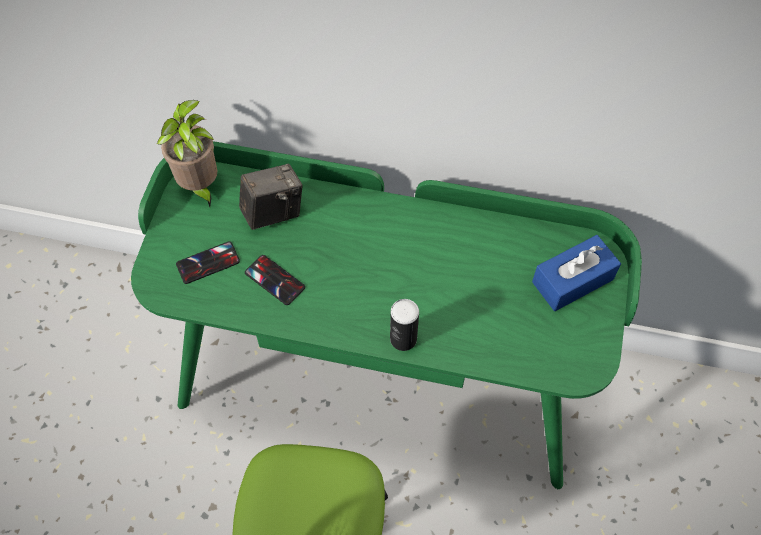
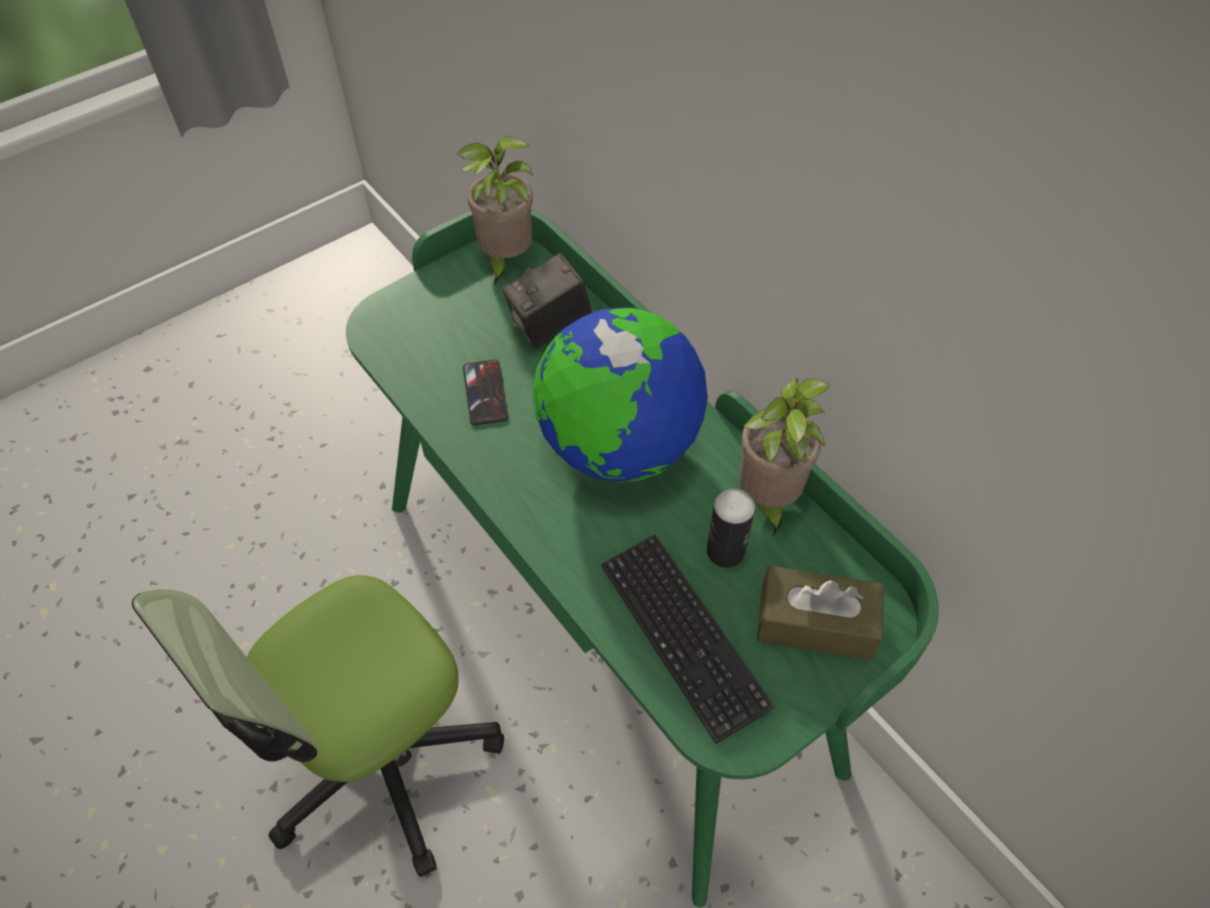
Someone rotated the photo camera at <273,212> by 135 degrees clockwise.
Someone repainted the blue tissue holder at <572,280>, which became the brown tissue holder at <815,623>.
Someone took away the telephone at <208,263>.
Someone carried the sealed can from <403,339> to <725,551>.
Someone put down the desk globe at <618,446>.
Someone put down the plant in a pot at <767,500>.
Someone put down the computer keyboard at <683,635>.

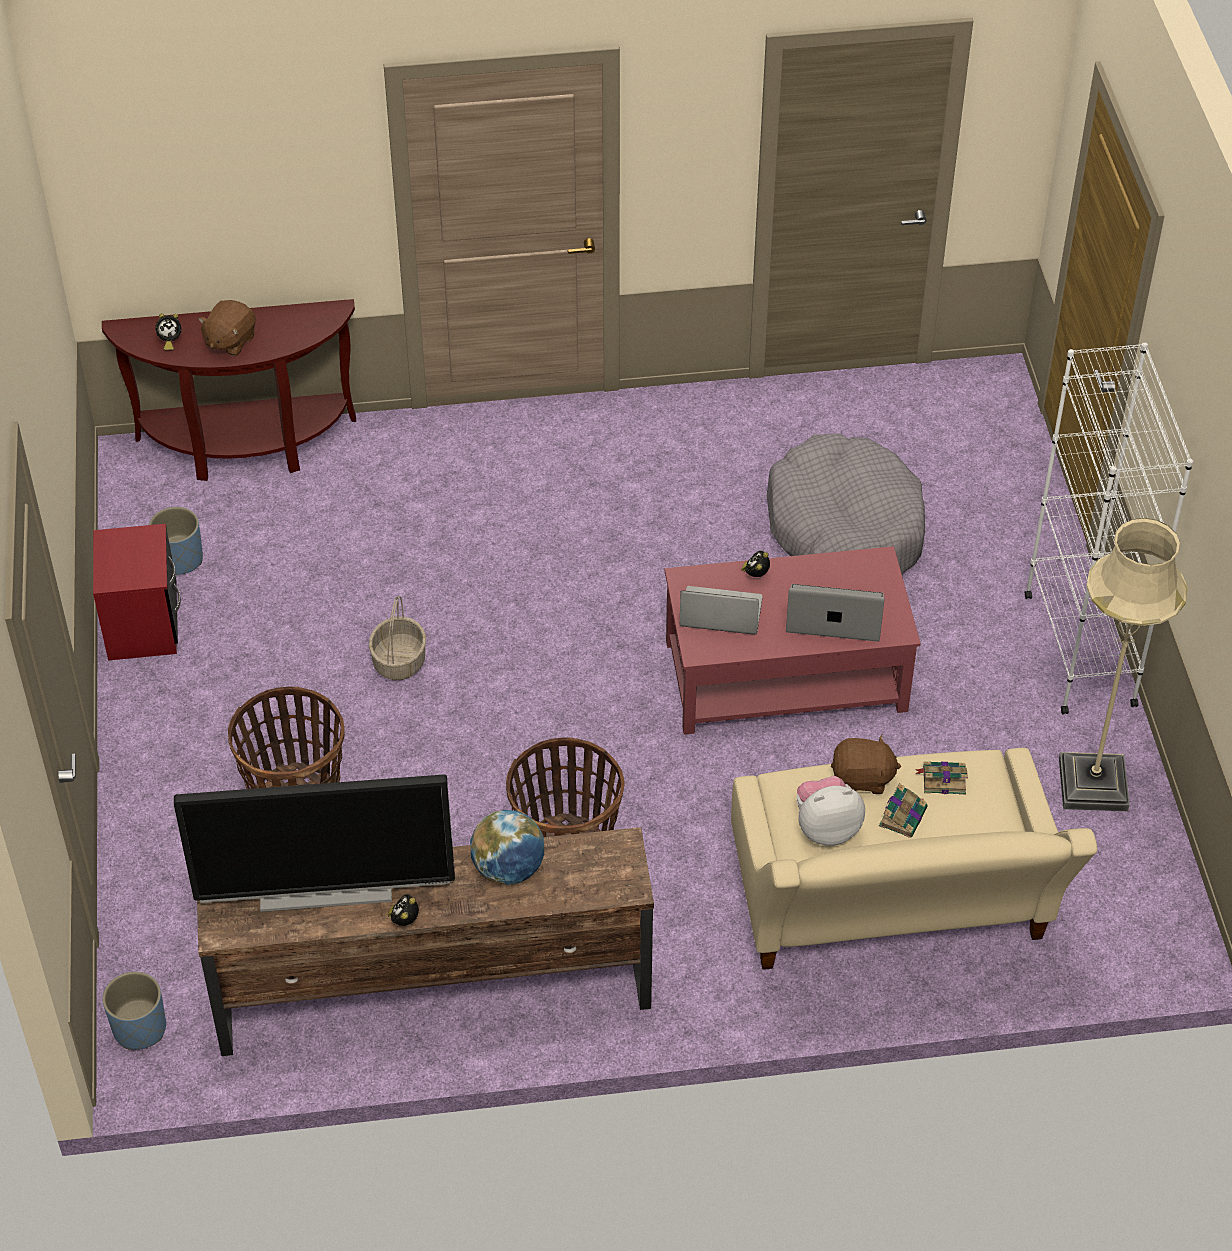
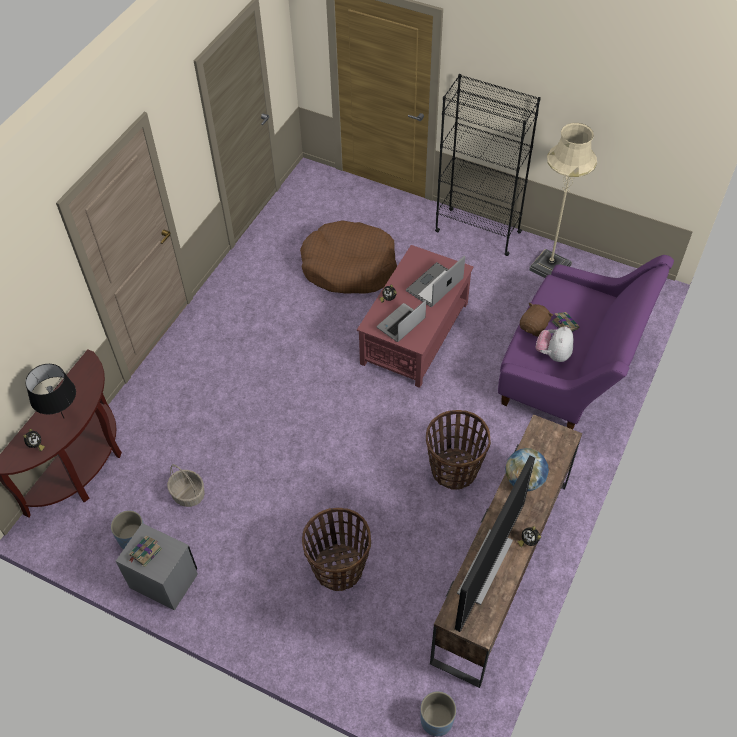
Someone swapped the brown cuddly toy at <230,341> for the black-coloured lamp for a table at <64,418>.
Someone repainted the whitish shelving unit at <1079,649>, which became the black-coloured shelving unit at <477,231>.
Someone repainted the greyish dog bed at <845,529>, which became the brown dog bed at <349,267>.
Someone repainted the red bedside table at <143,625>, which became the greyish bedside table at <164,580>.
Someone carried the household basket from <399,661> to <188,494>.
Someone repainted the sand-coloured sofa at <892,912>, which became the purplish sofa at <571,368>.
Someone carried the bound book from <942,780> to <145,552>.

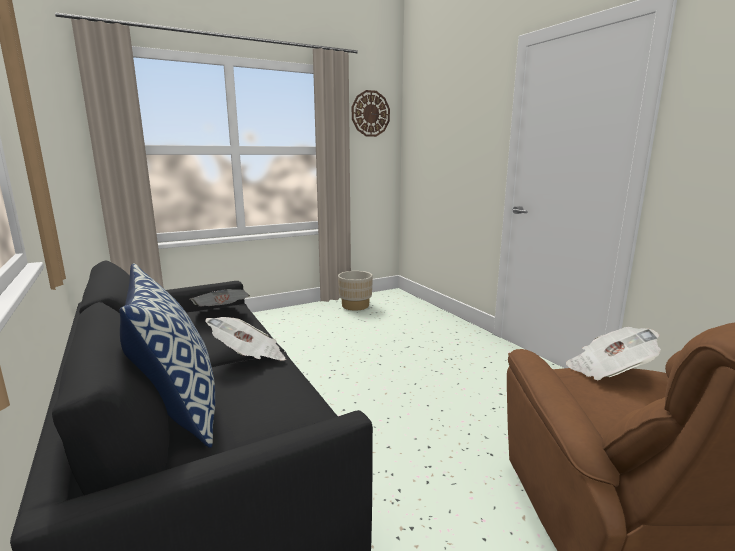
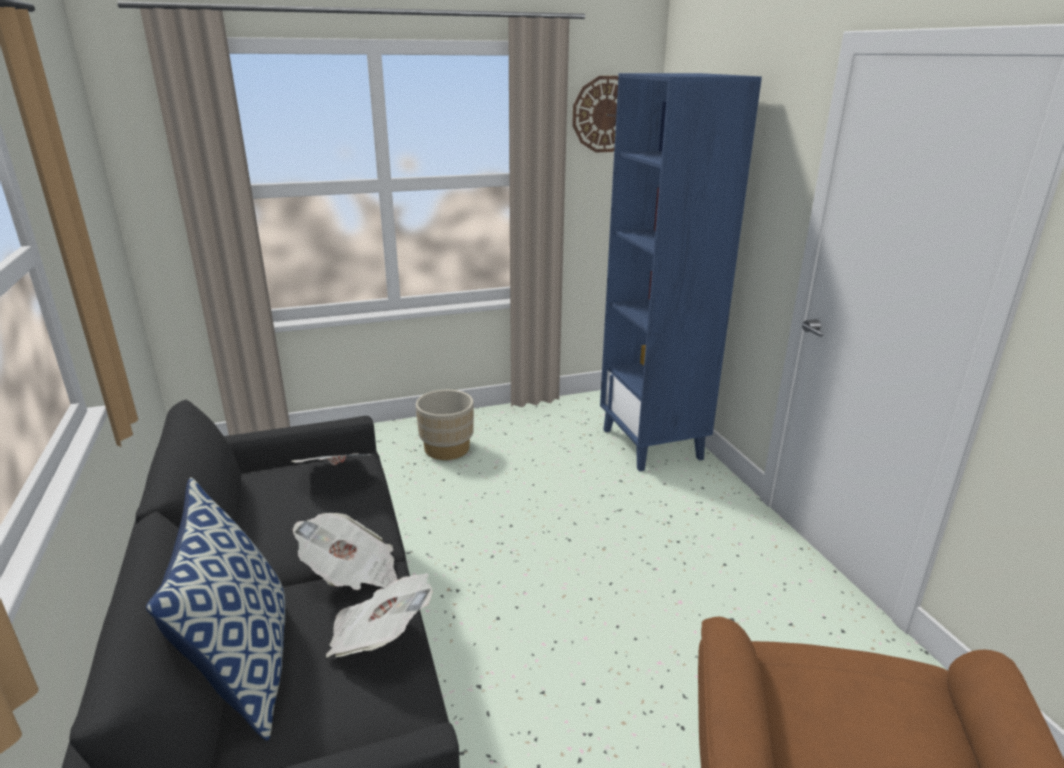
Someone carried the sand-coloured planter from <355,306> to <447,449>.
Someone carried the newspaper from <608,371> to <379,636>.
Someone put down the blue shelving unit at <653,444>.

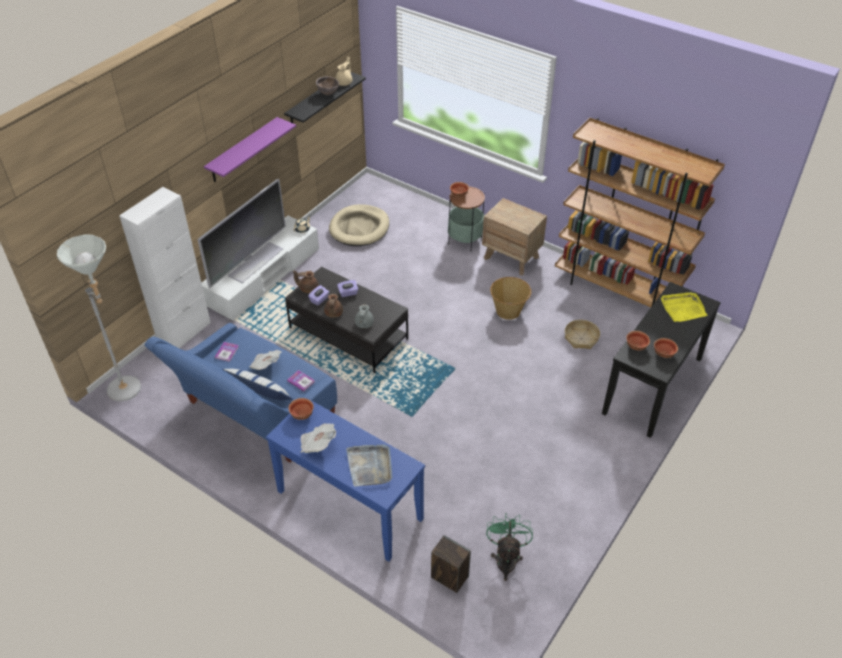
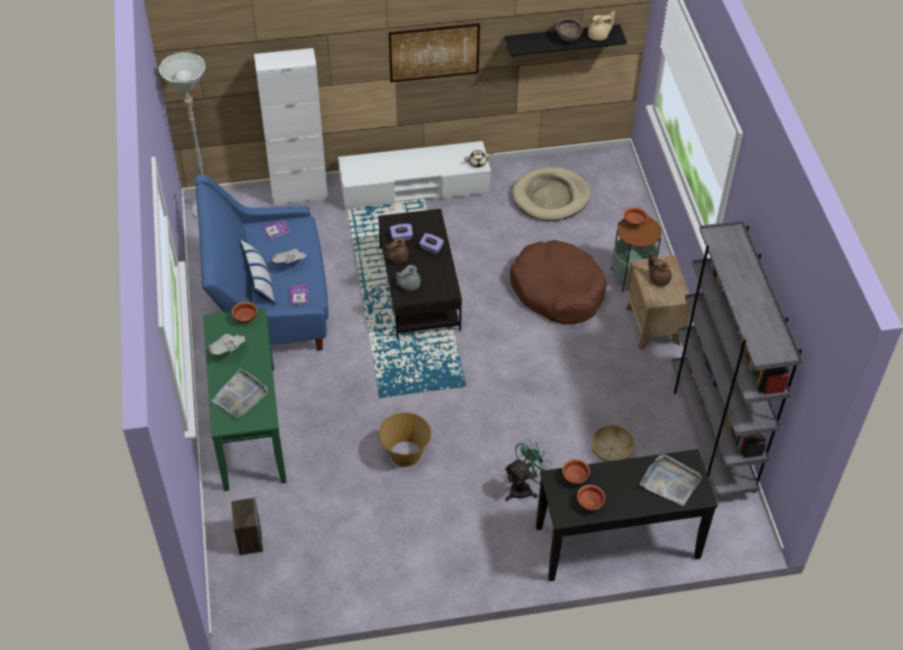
Someone swapped the purplish shelf at <243,150> for the picture at <434,52>.
Someone repainted the brown shelving unit at <617,291>, which became the greyish shelving unit at <711,434>.
Someone took away the TV set at <254,262>.
Someone carried the brown teapot from <308,288> to <658,279>.
Someone carried the household basket from <508,311> to <405,454>.
Someone repainted the yellowish serving tray at <682,308>, which became the greyish serving tray at <670,481>.
Someone repainted the blue hall table at <349,505>, which became the green-coloured hall table at <249,426>.
Someone carried the green-coloured electric fan from <506,559> to <524,488>.
Someone put down the brown dog bed at <557,291>.

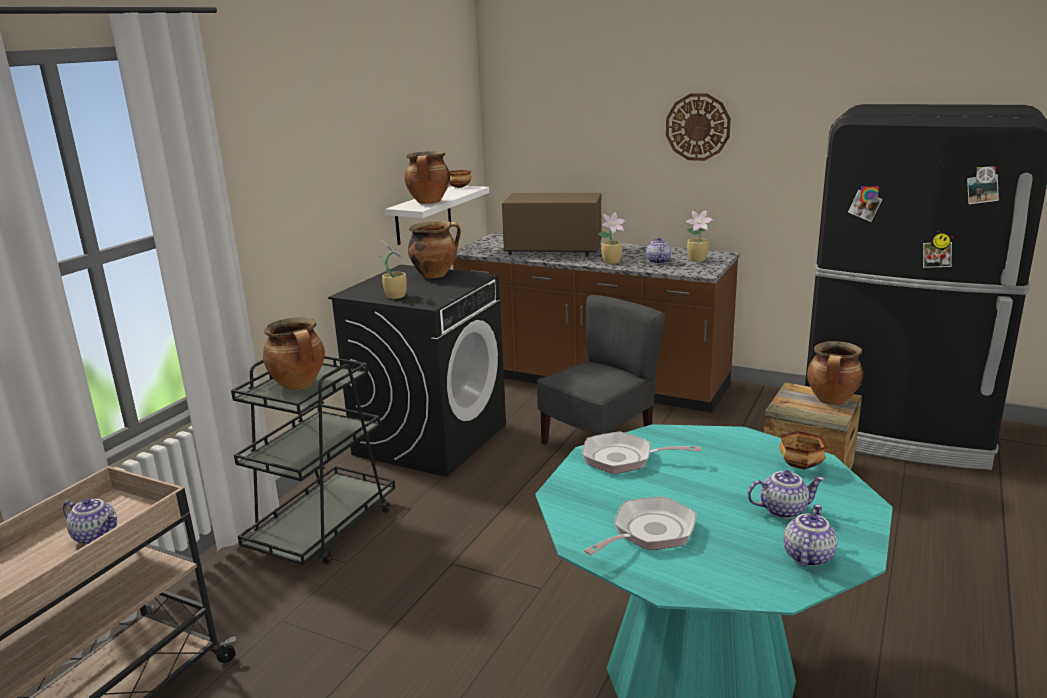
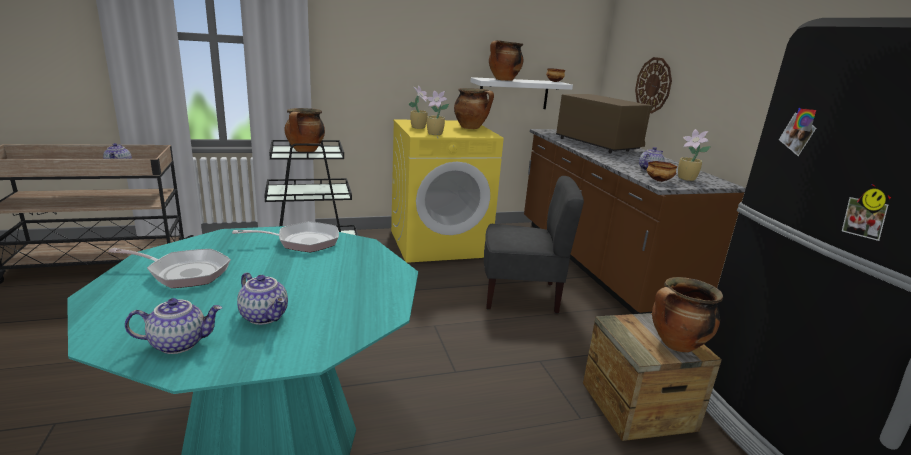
Someone carried the wall clock from <698,127> to <653,85>.
Someone carried the plant in a pot from <612,262> to <435,134>.
Someone repainted the black-coloured laundry machine at <431,438>, which became the yellowish laundry machine at <439,243>.
Someone rotated the skillet at <623,458> by 105 degrees clockwise.
Someone carried the deep dish from <801,466> to <659,180>.

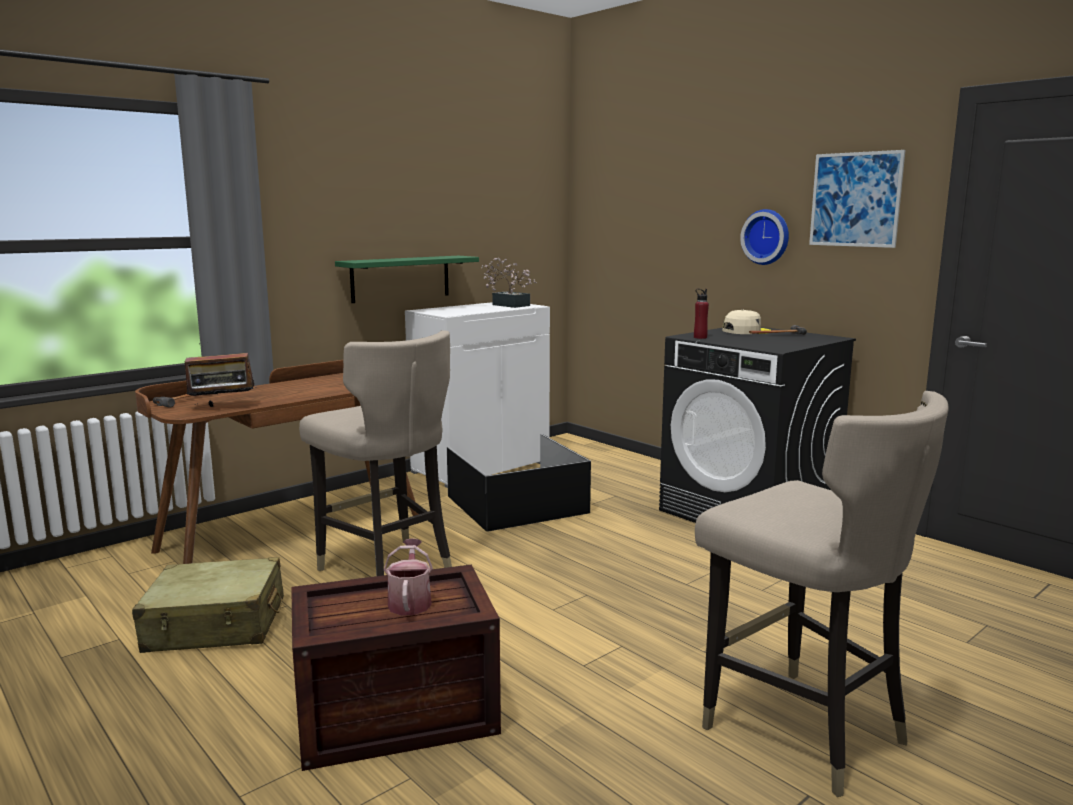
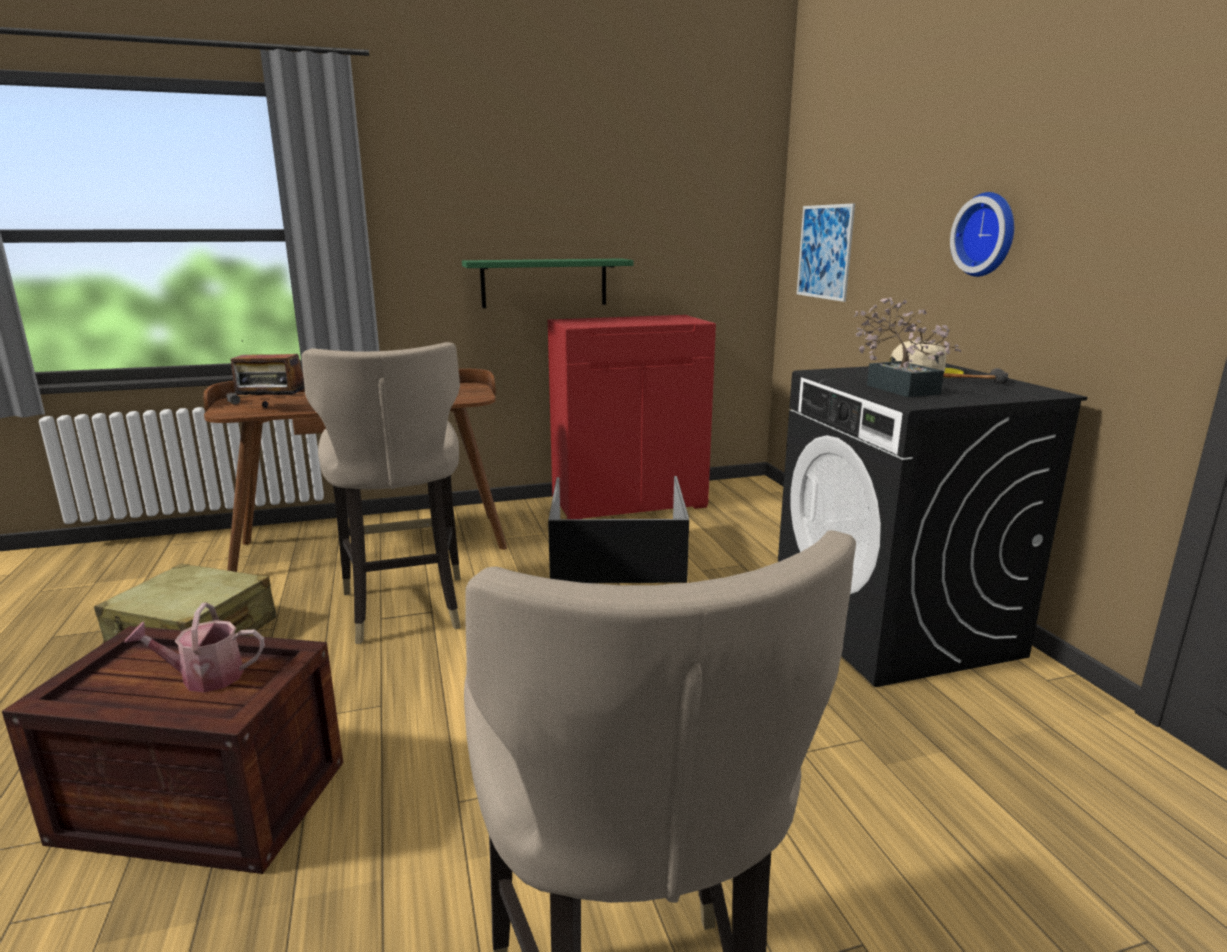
Someone carried the picture from <855,199> to <824,252>.
Someone carried the plant in a pot from <508,305> to <897,388>.
Someone took away the red bottle at <700,337>.
Someone repainted the whitish cabinet at <481,466>, which became the red cabinet at <629,502>.
Someone rotated the watering can at <410,601> by 120 degrees counterclockwise.

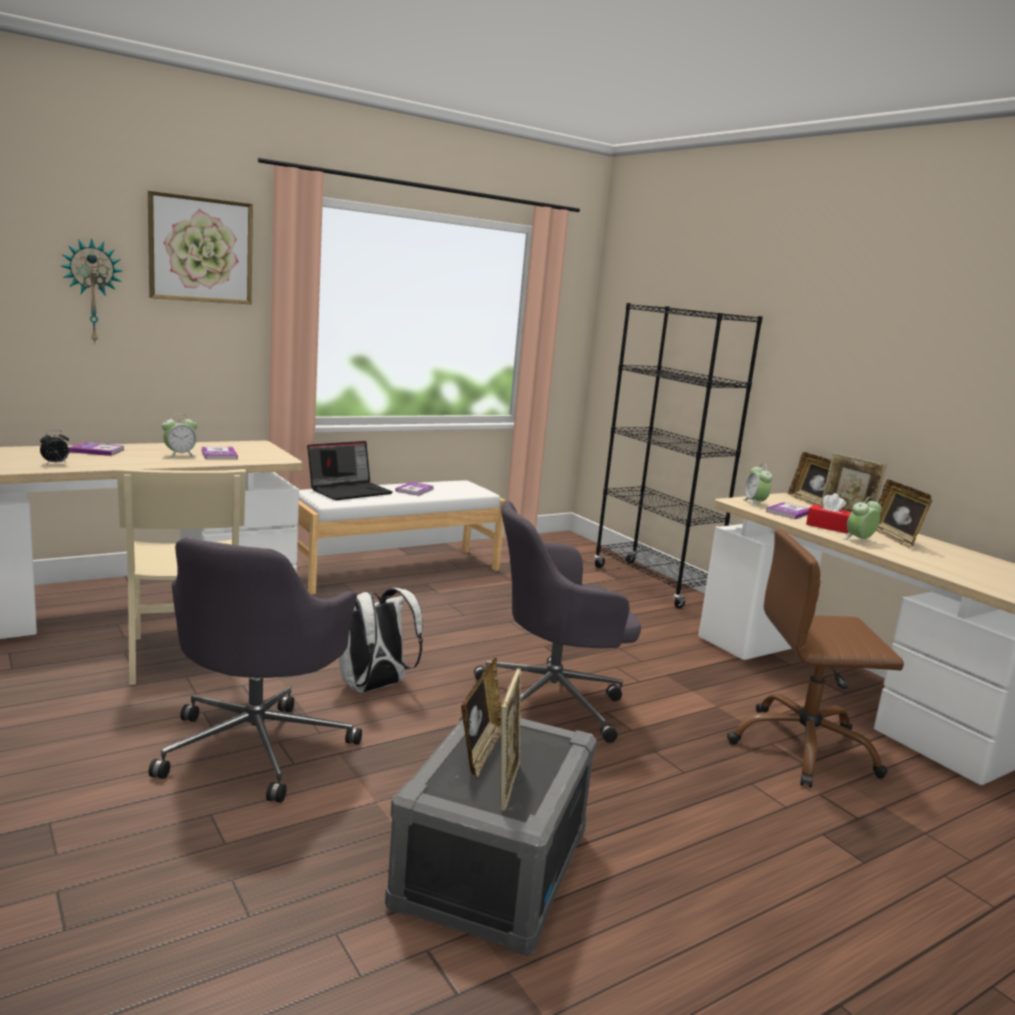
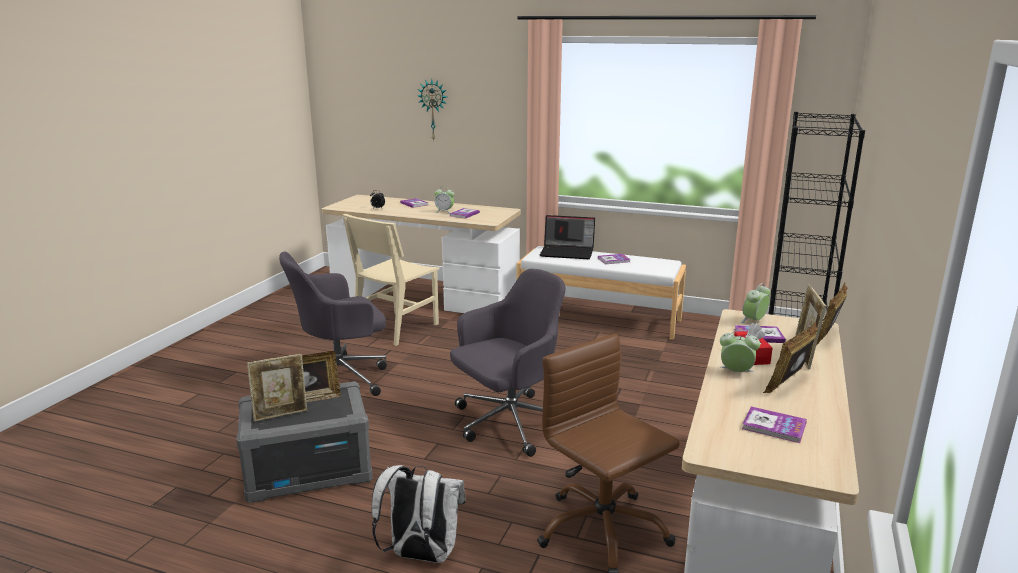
Someone took away the picture at <201,250>.
Someone rotated the greyish computer chair at <553,702> by 105 degrees clockwise.
Someone carried the whitish rucksack from <372,687> to <420,555>.
Someone put down the bound book at <774,426>.

